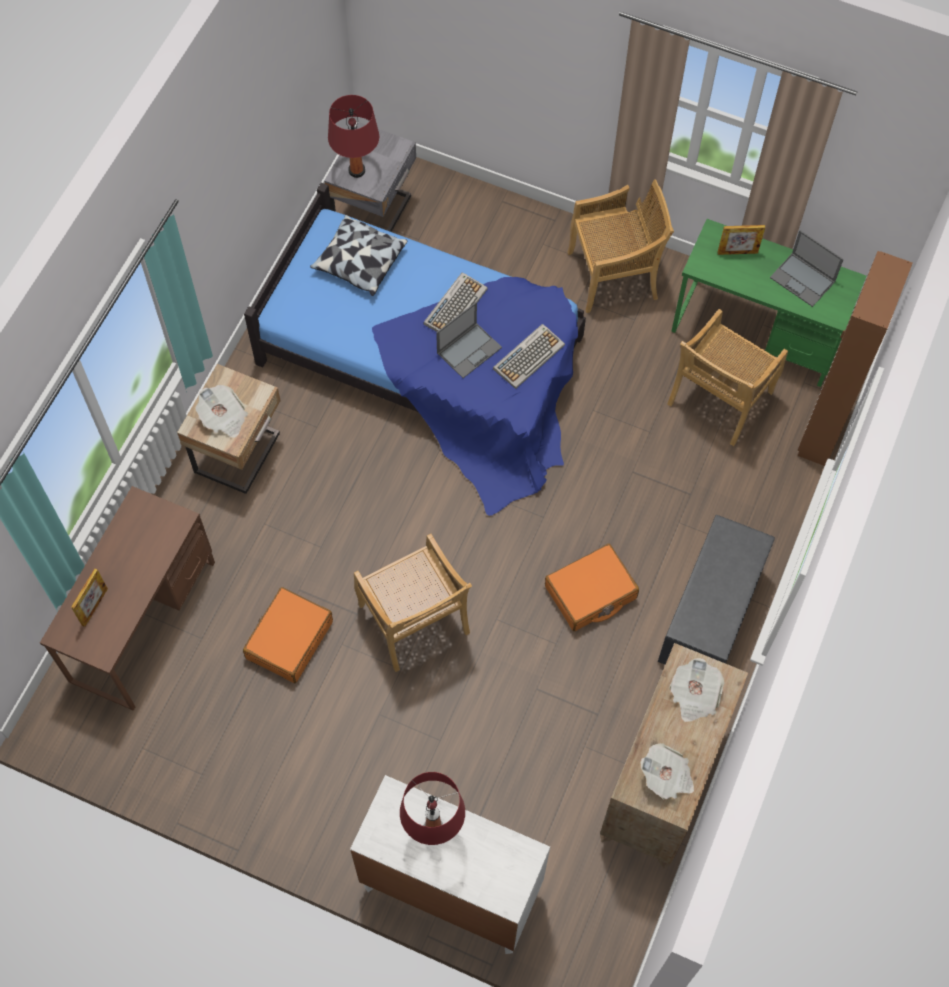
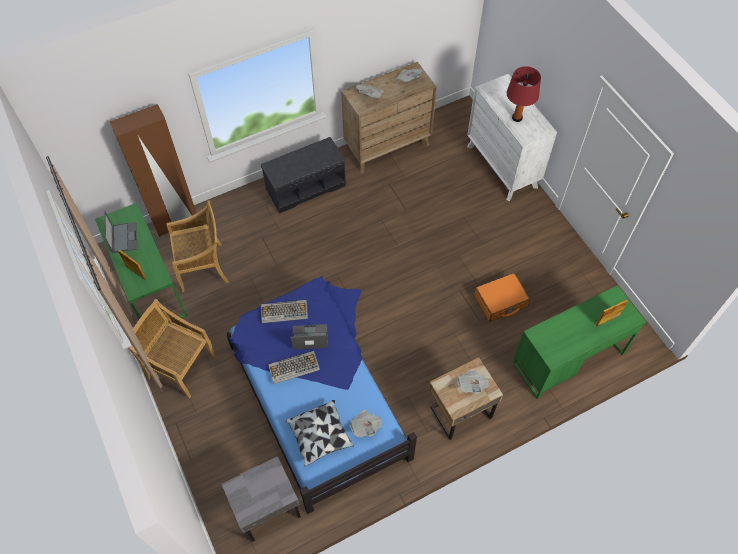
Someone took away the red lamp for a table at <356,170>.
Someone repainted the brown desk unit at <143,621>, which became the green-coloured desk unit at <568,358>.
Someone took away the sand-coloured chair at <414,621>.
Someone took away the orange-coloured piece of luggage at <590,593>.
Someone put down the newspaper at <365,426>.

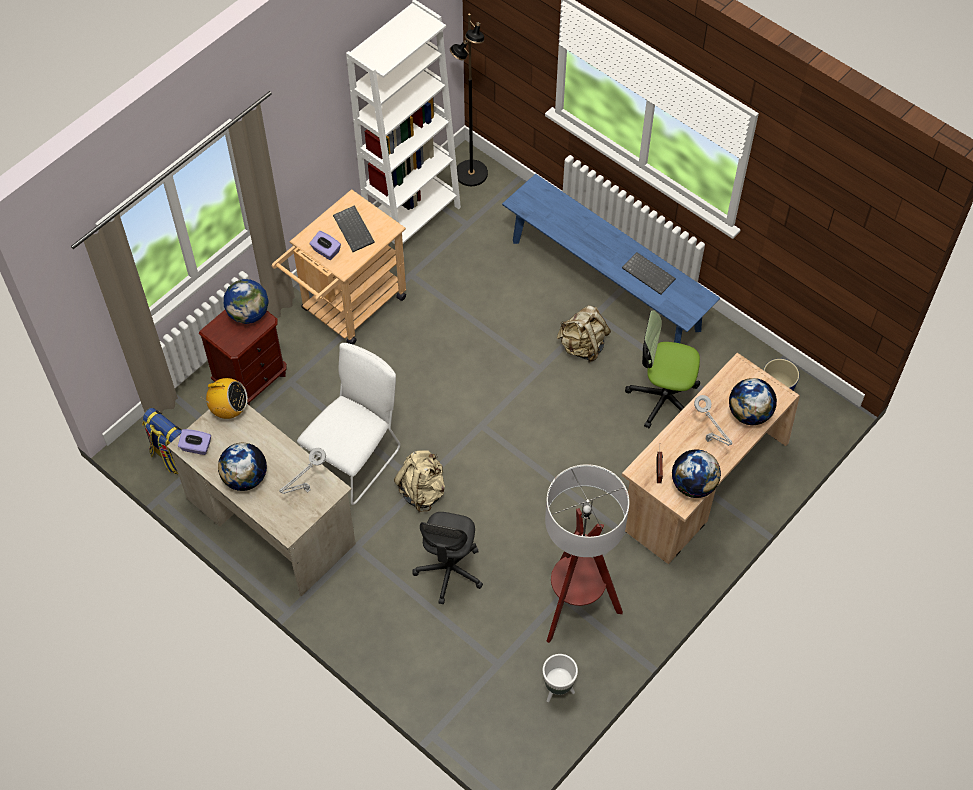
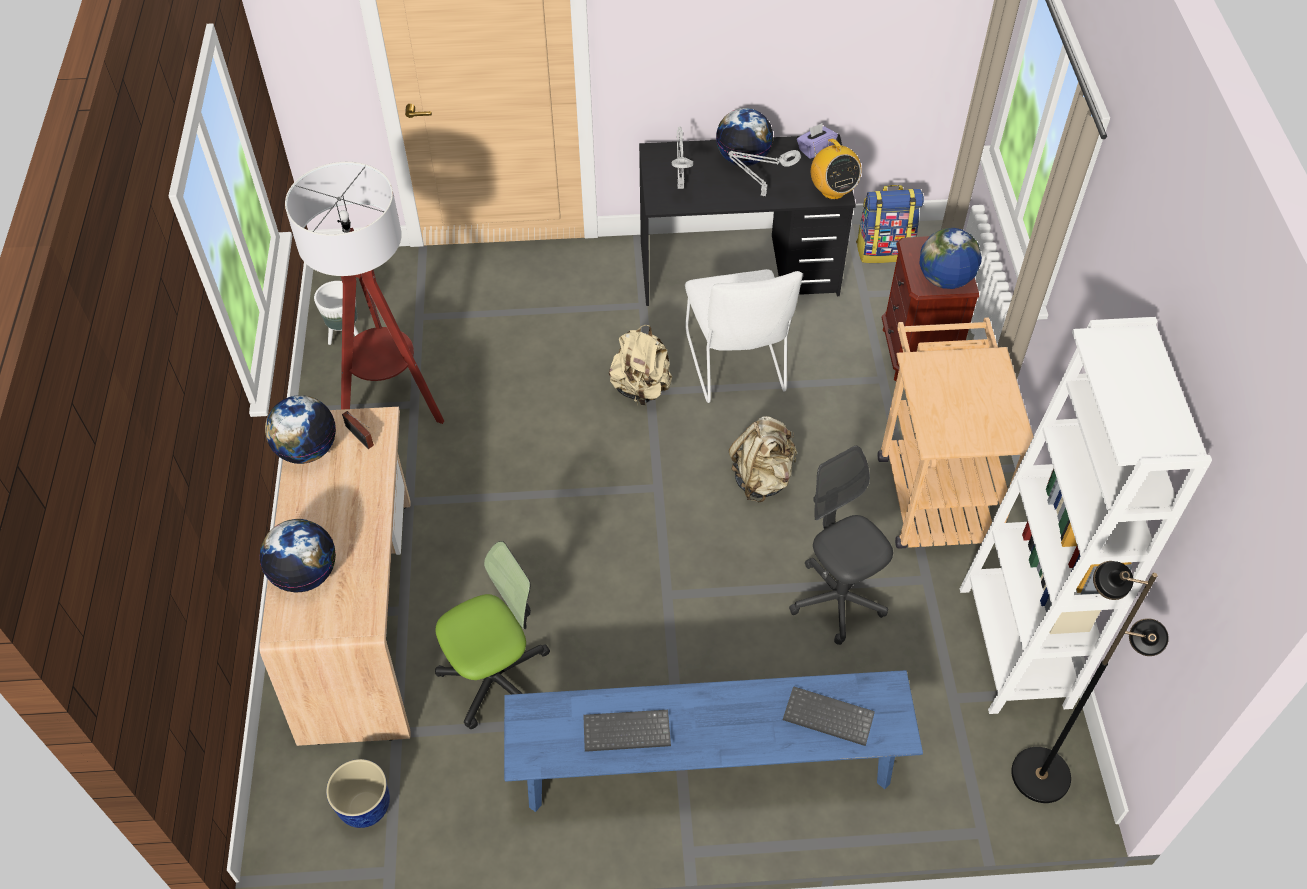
Someone carried the computer keyboard from <355,230> to <826,718>.
Someone took away the purplish tissue holder at <326,251>.
Someone carried the sand-coloured rucksack from <582,346> to <762,478>.
Someone rotated the radio at <229,410> by 75 degrees counterclockwise.
Someone carried the greyish lamp for a table from <709,441> to <761,194>.
Someone repainted the sand-coloured desk unit at <270,521>, which became the black-coloured desk unit at <738,269>.
Someone carried the greyish computer chair from <449,572> to <837,600>.

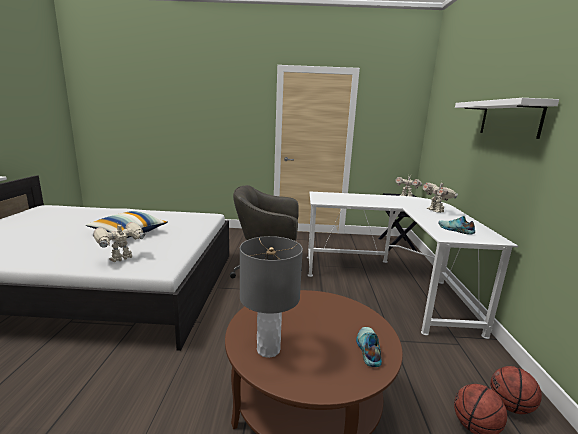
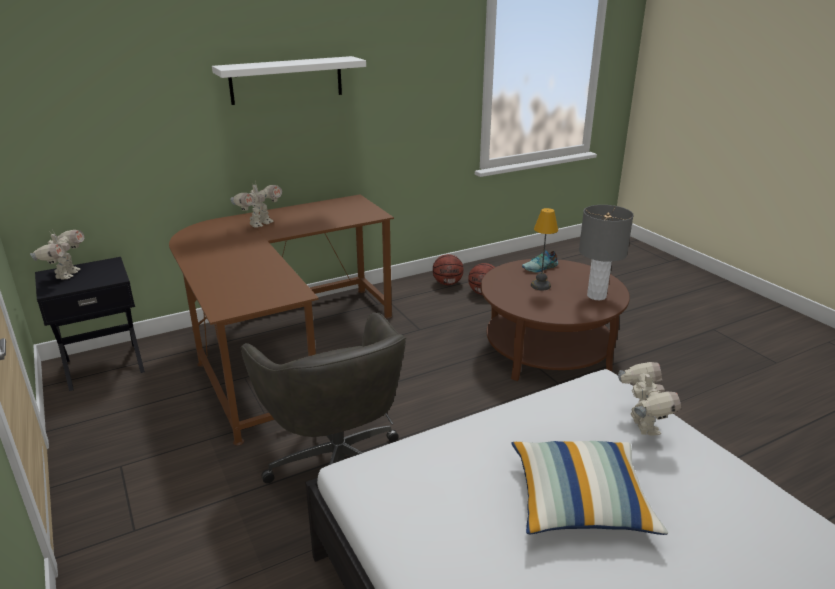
Someone repainted the whitish desk unit at <391,282>, which became the brown desk unit at <281,348>.
Someone took away the shoe at <455,230>.
Someone rotated the toy robot at <122,259> by 105 degrees counterclockwise.
Someone put down the lamp for a table at <540,286>.

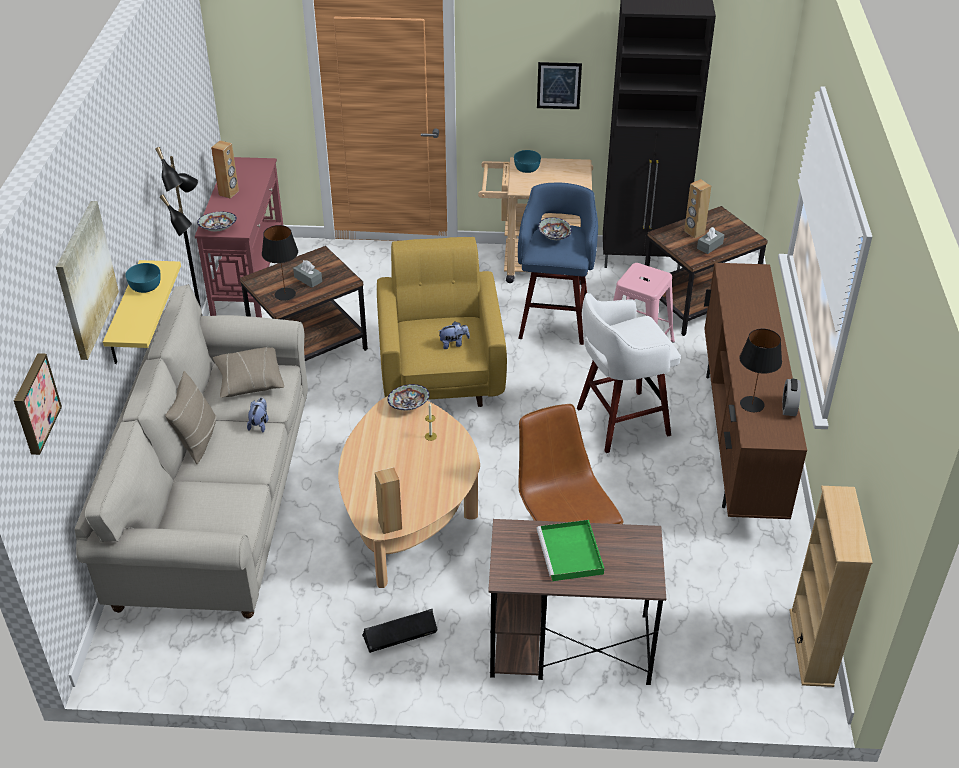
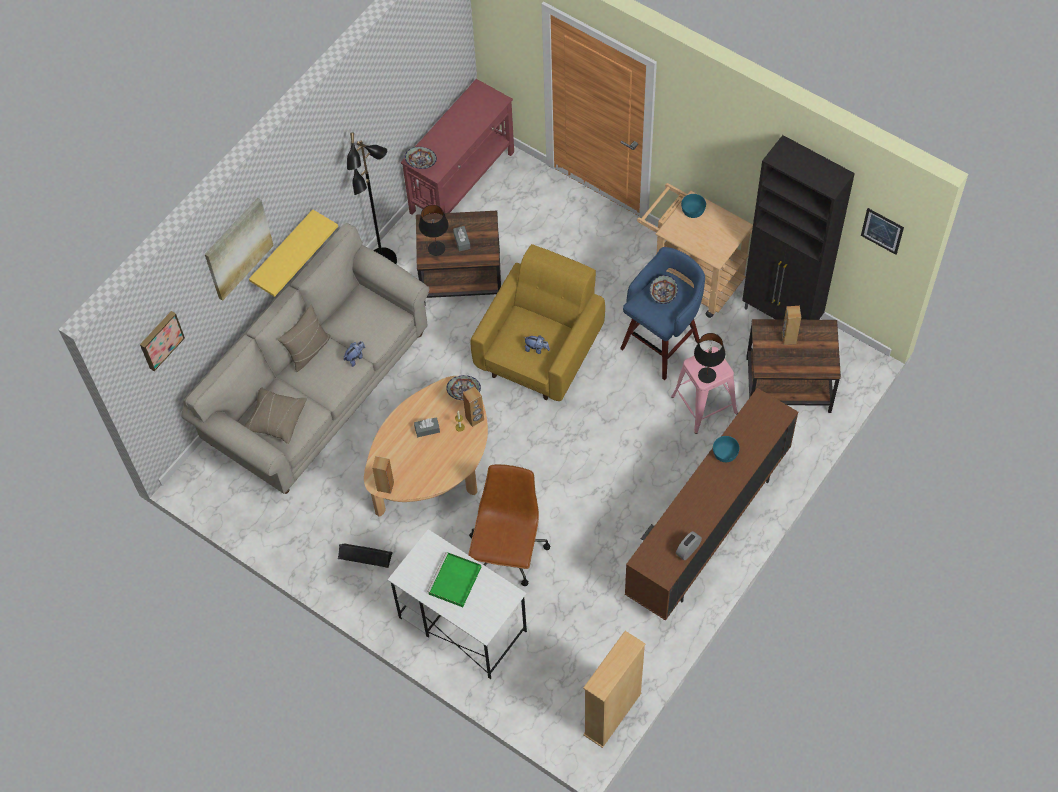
Someone carried the picture from <559,85> to <882,231>.
Someone carried the brown speaker from <229,193> to <475,419>.
Someone carried the greyish tissue holder from <709,246> to <427,429>.
Someone carried the blue-green deep dish from <145,286> to <725,453>.
Someone took away the whitish stool at <619,422>.
Someone carried the black-coloured lamp for a table from <751,404> to <706,375>.
Someone carried the sand-coloured pillow from <249,381> to <275,419>.
Someone repainted the brown desk unit at <568,646>, which became the whitish desk unit at <461,624>.

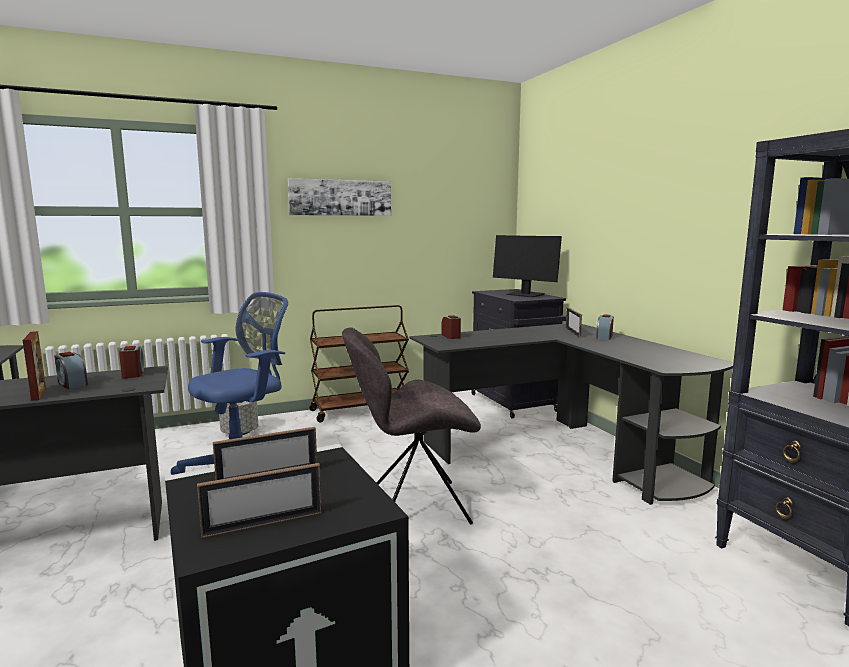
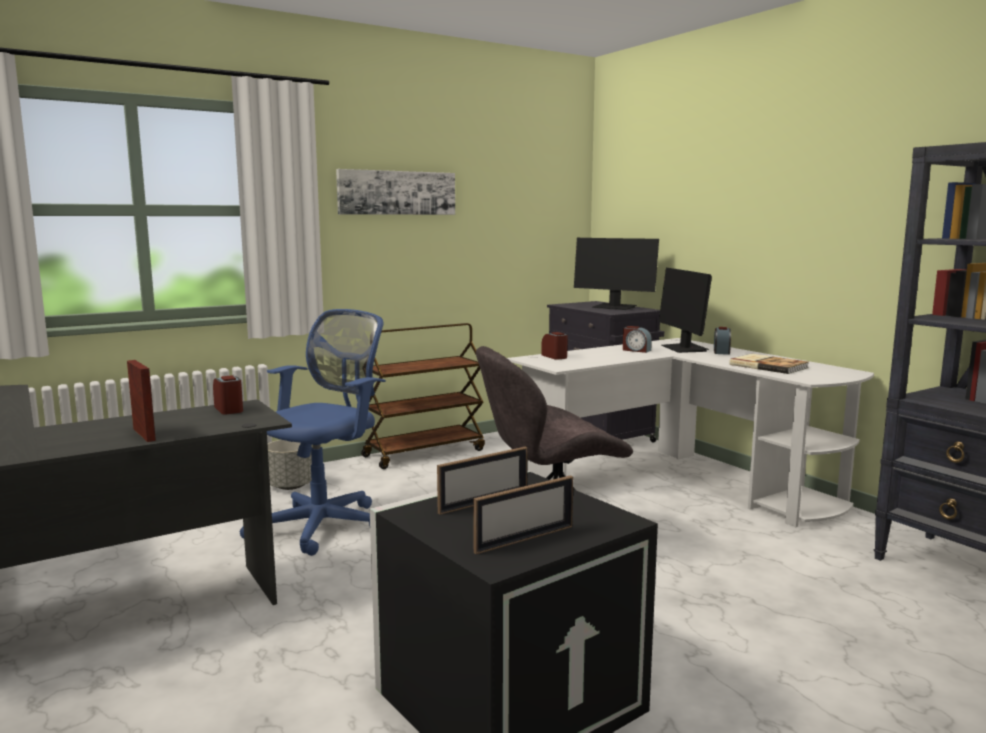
Someone swapped the photo frame at <572,333> for the monitor at <684,349>.
Someone repainted the black-coloured desk unit at <562,451>, which became the whitish desk unit at <680,482>.
Someone carried the bedside clock from <72,384> to <636,350>.
Someone put down the bound book at <768,366>.

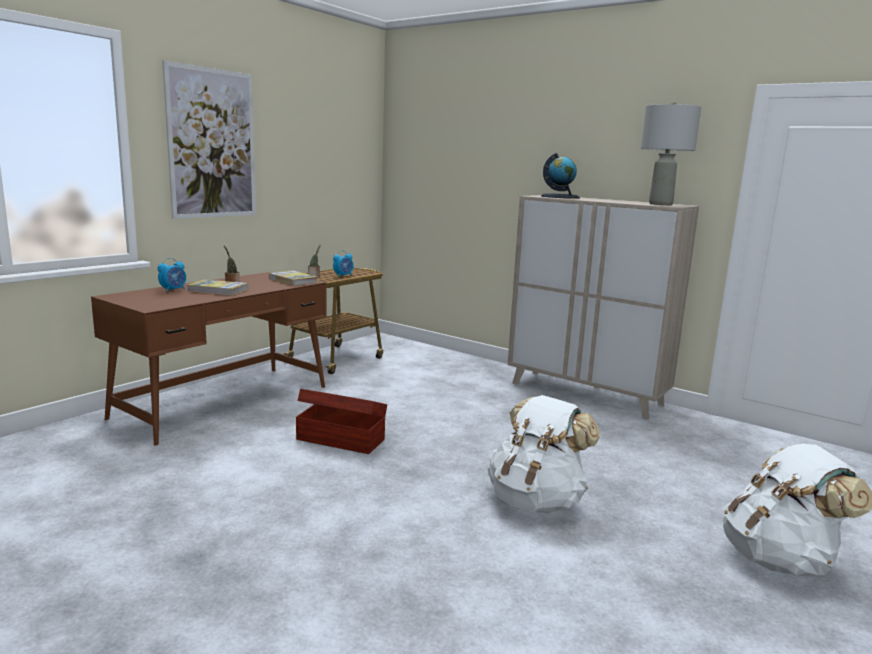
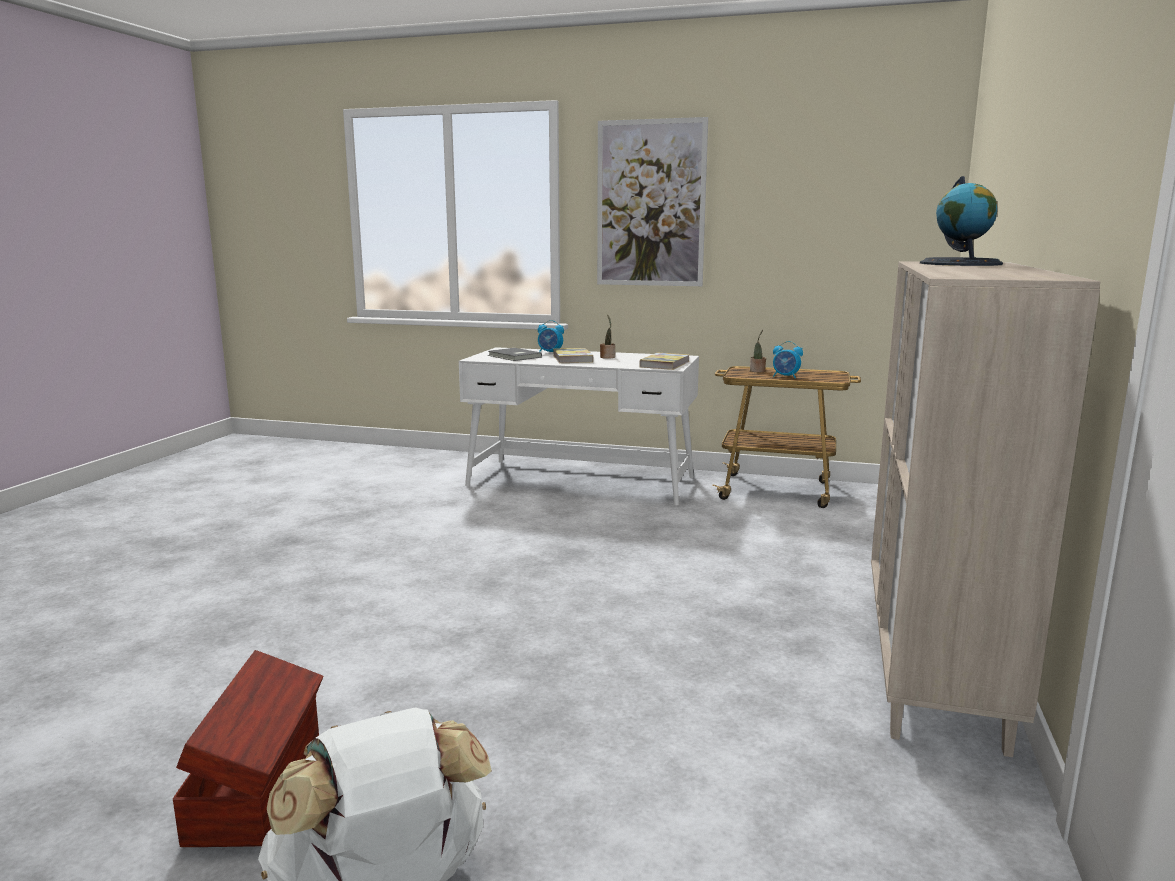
Someone took away the greyish lamp for a table at <660,204>.
Someone repainted the brown desk unit at <224,401>, which became the whitish desk unit at <581,481>.
Someone carried the brown storage box from <340,439> to <259,786>.
Someone took away the whitish rucksack at <536,500>.
Someone put down the greyish bound book at <514,356>.

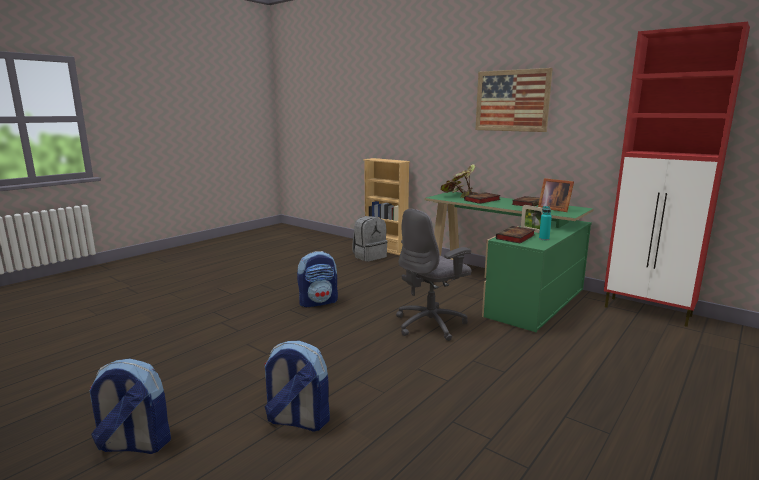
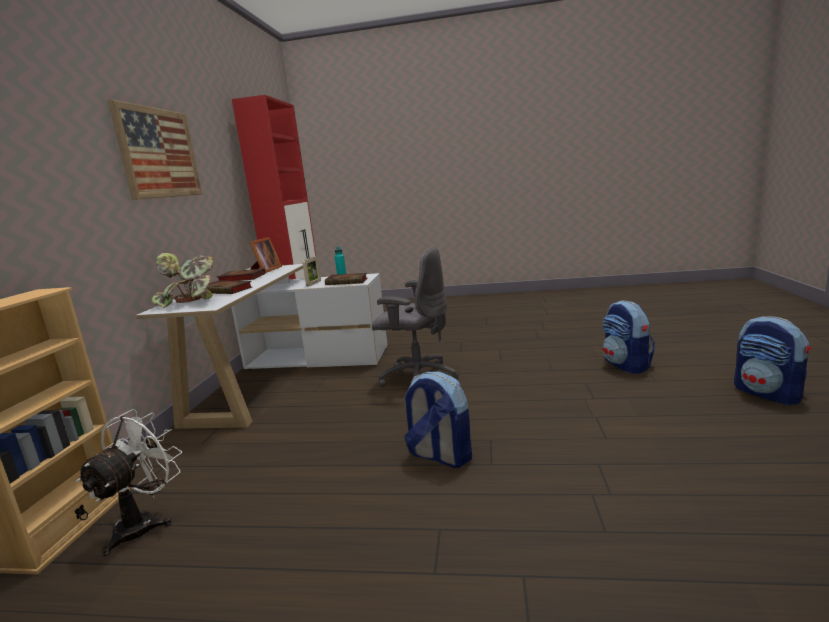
Someone repainted the green-coloured desk unit at <505,289>, which became the whitish desk unit at <284,376>.
Someone swapped the greyish rucksack at <369,256> for the whitish electric fan at <144,523>.

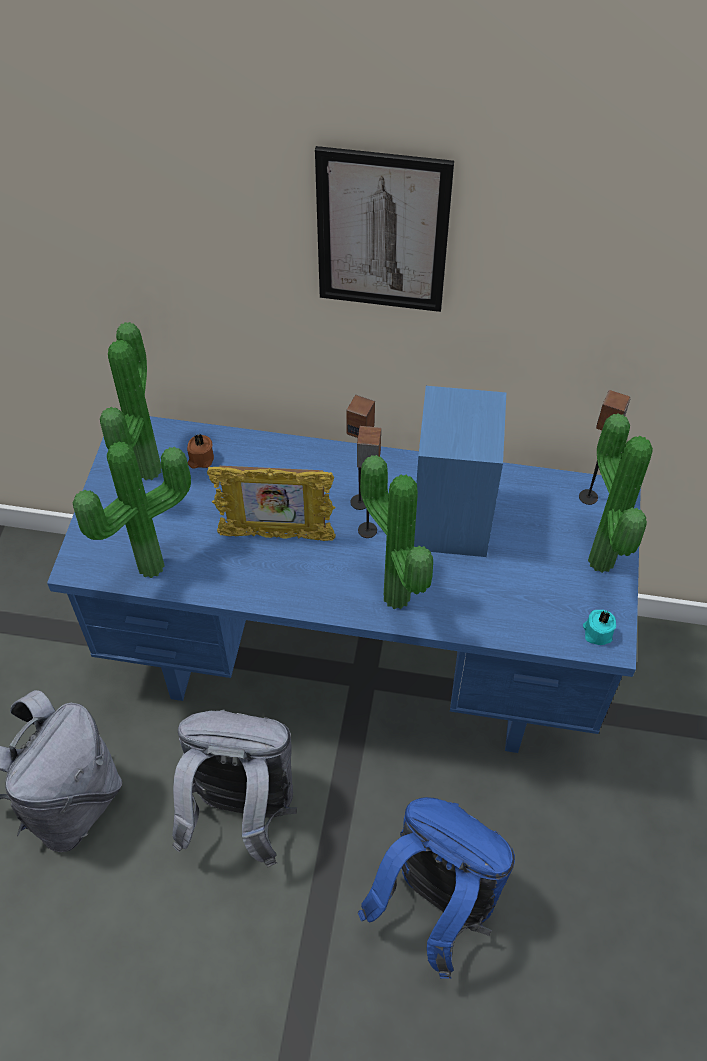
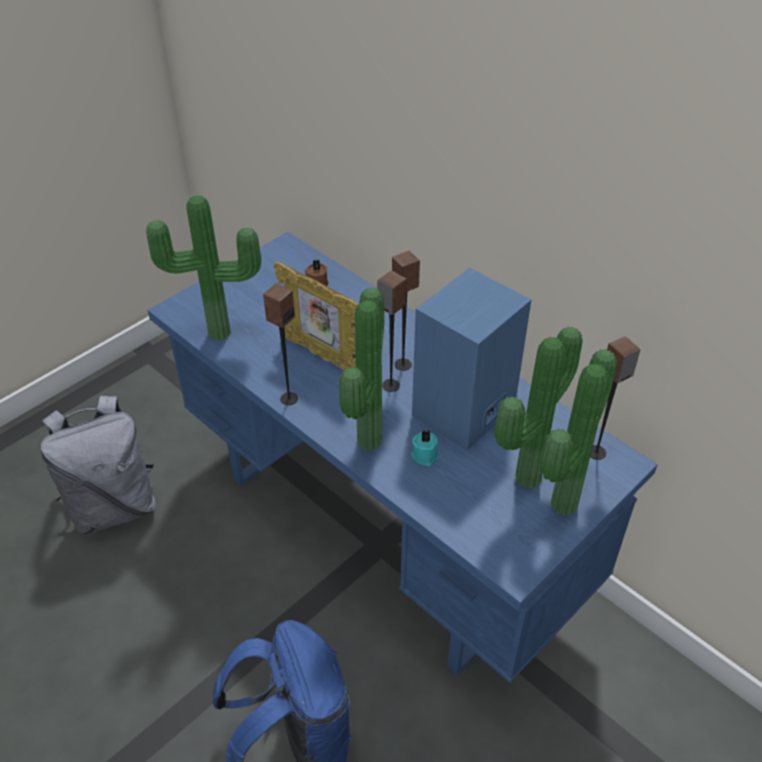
Someone took away the picture at <382,232>.
Someone carried the plant in a pot from <144,470> to <523,476>.
Someone carried the blue-green wax light from <597,632> to <425,455>.
Someone took away the greyish rucksack at <241,813>.
Someone put down the speaker at <288,398>.

